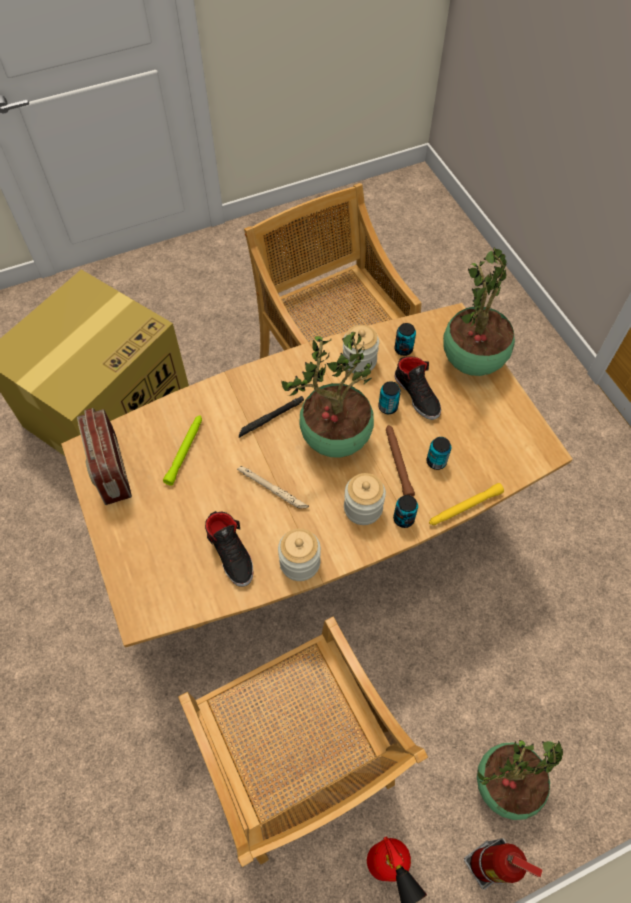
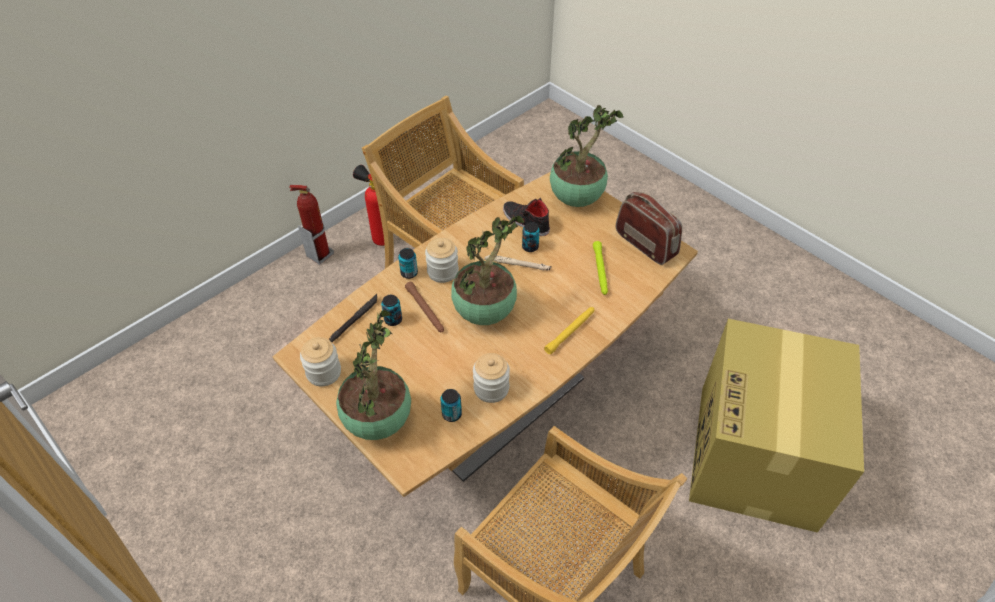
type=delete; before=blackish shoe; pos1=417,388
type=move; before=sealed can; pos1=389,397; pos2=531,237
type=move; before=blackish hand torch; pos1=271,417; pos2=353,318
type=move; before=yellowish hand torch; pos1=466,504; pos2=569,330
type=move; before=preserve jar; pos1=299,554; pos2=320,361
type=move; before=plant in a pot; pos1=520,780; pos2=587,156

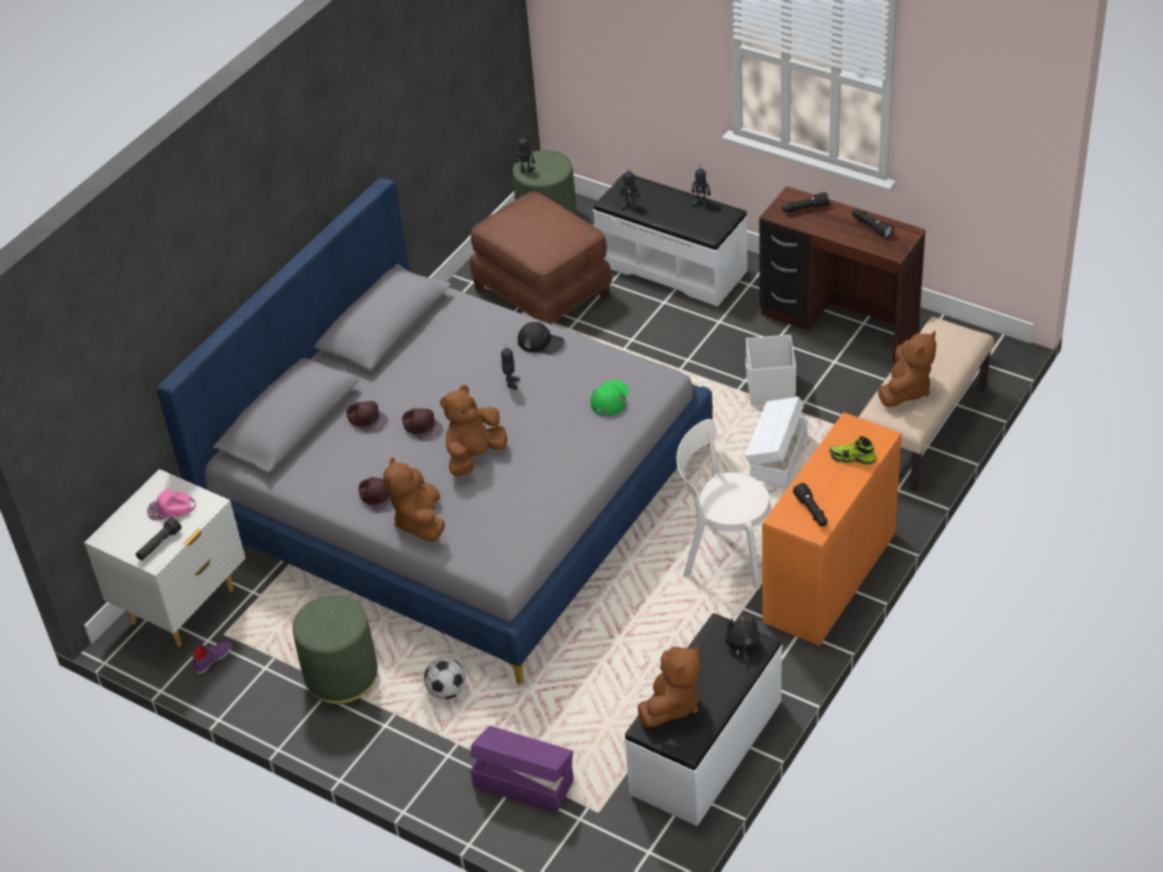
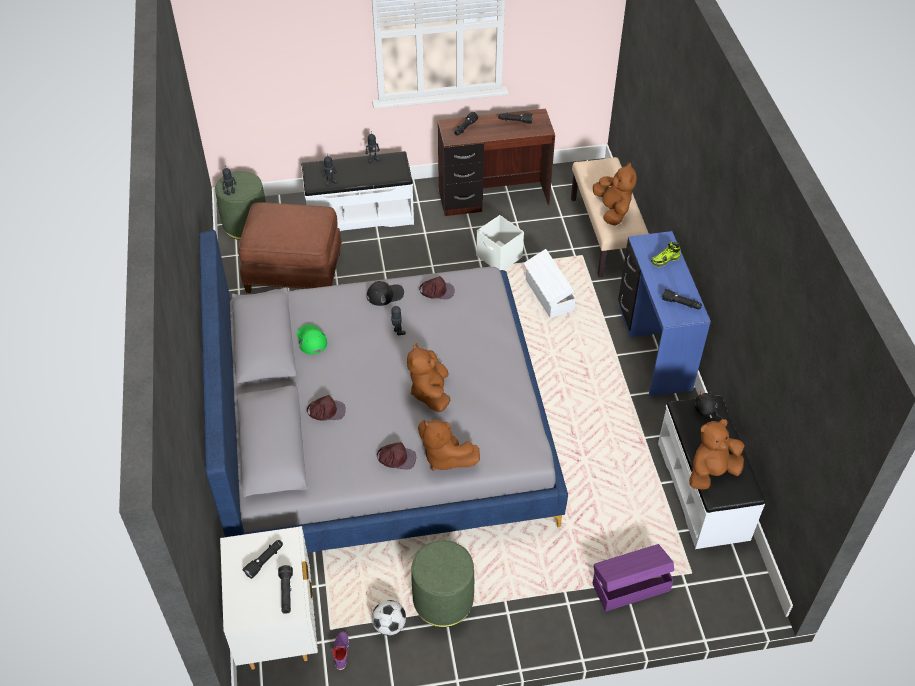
type=move; before=green peaked cap; pos1=610,398; pos2=312,339
type=move; before=brownish peaked cap; pos1=422,424; pos2=437,287
type=recolor; before=orangey desk table; after=blue desk table; pos1=832,529; pos2=664,314
type=delete; before=whitish chair; pos1=724,504
type=replace; before=pinkish peaked cap; after=blackish hand torch; pos1=171,504; pos2=263,559
type=rotate; before=brownish plush toy; pos1=669,686; pos2=716,454; turn=-105
type=move; before=football; pos1=445,678; pos2=389,618

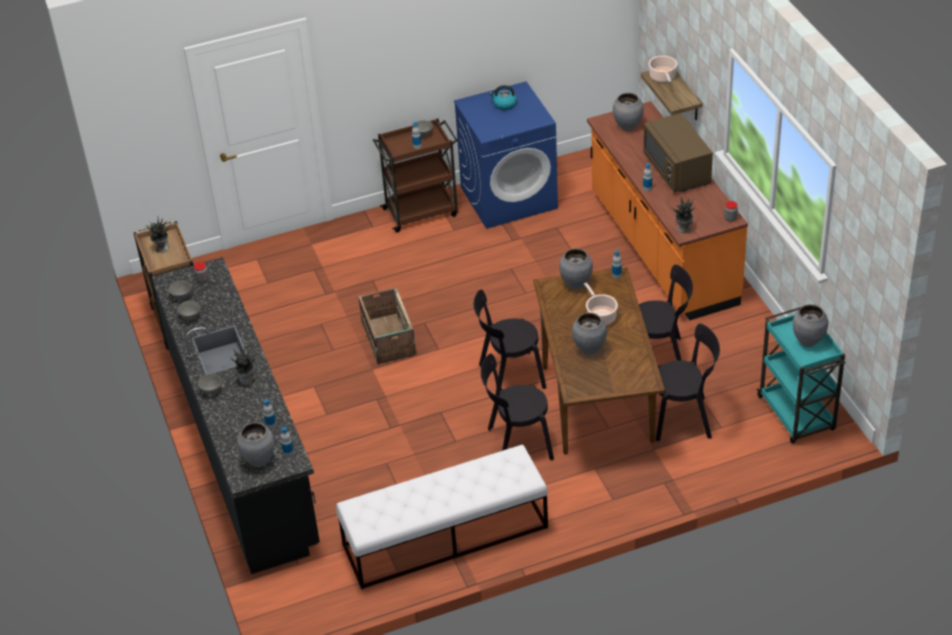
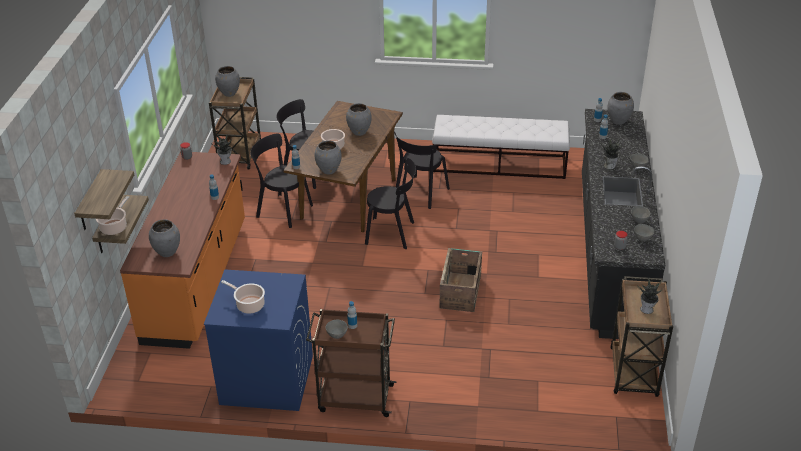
type=replace; before=water kettle; after=cooking pot; pos1=503,97; pos2=243,297
type=delete; before=brownish microwave; pos1=678,153
type=recolor; before=turquoise-coloured cart; after=brownish cart; pos1=801,375; pos2=235,123
type=rotate; before=blackish chair; pos1=517,407; pos2=422,170; turn=105
type=insert; after=shelf; pos2=104,199

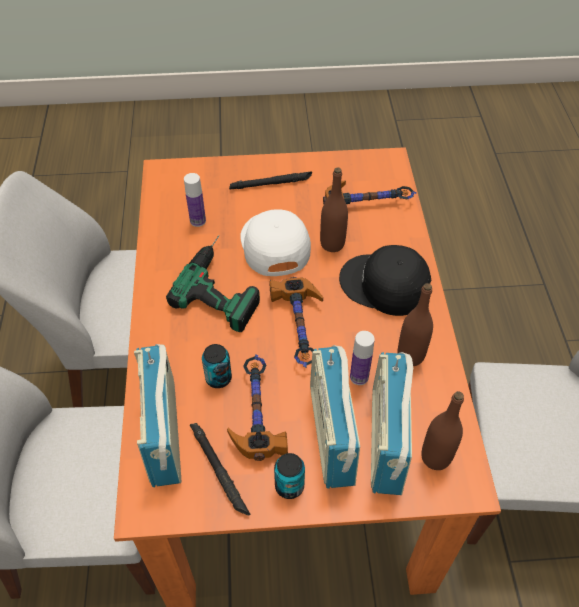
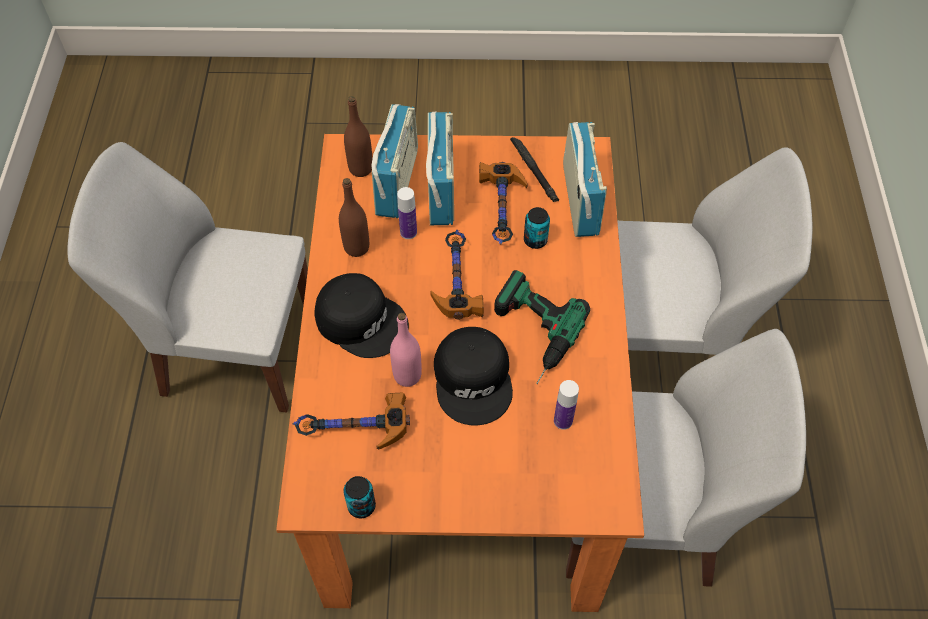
type=recolor; before=brownish drink bottle; after=pinkish drink bottle; pos1=334,209; pos2=406,350
type=delete; before=blackish hand torch; pos1=270,180
type=recolor; before=whitish peaked cap; after=blackish peaked cap; pos1=275,242; pos2=473,376
type=move; before=sealed can; pos1=289,476; pos2=359,497

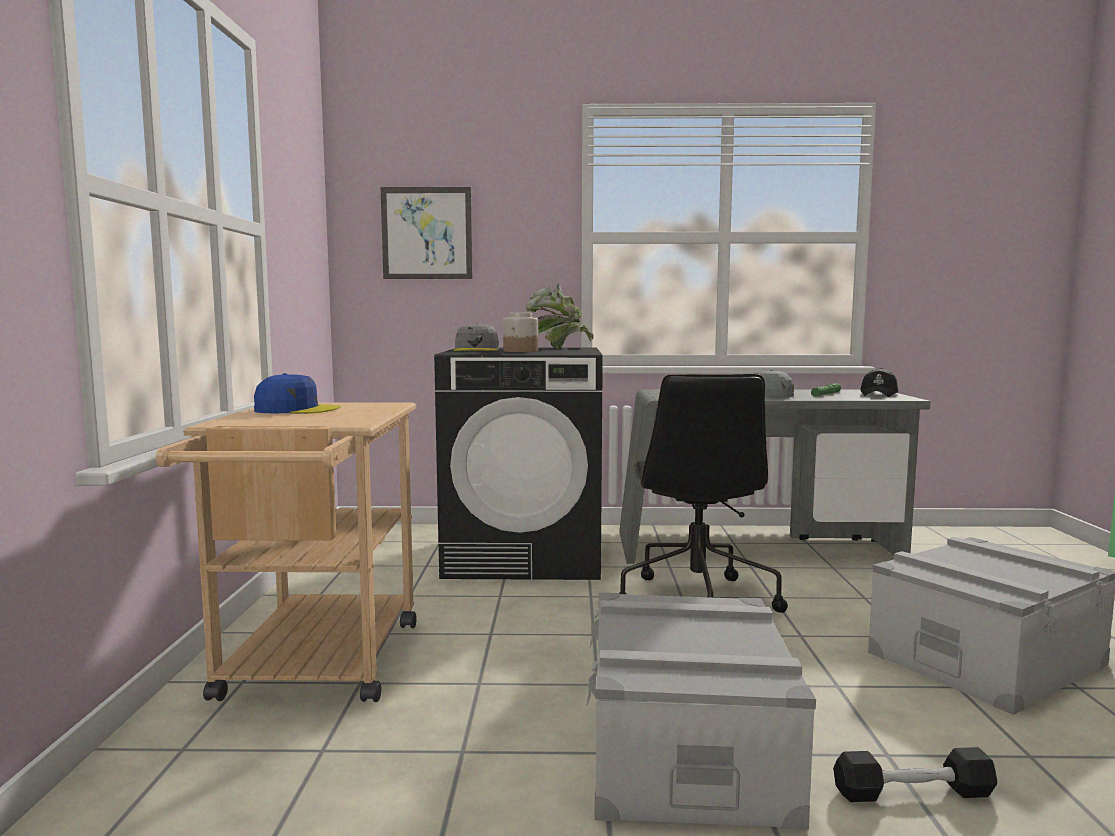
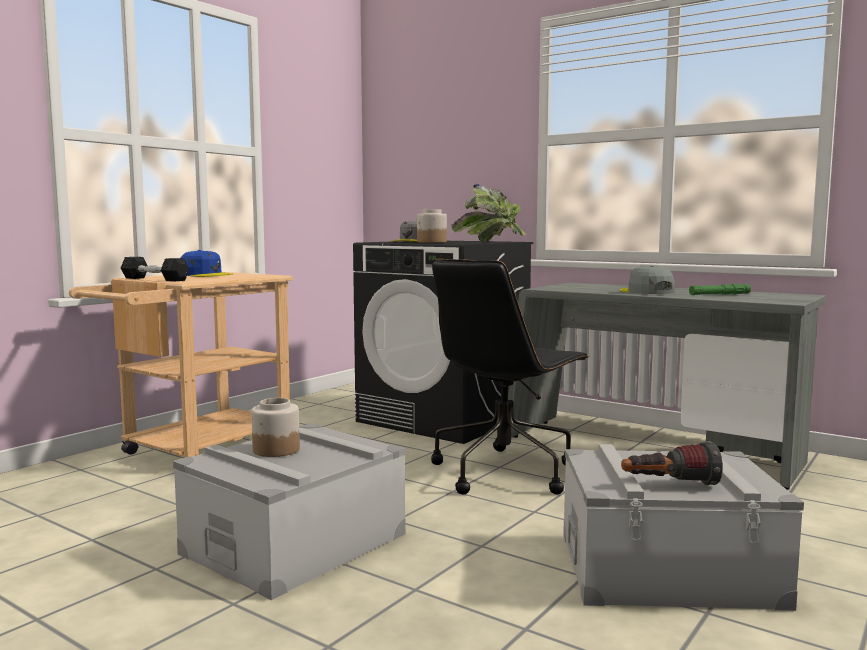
type=delete; before=wall picture; pos1=426,233
type=delete; before=blackish peaked cap; pos1=879,382
type=move; before=blackish dumbbell; pos1=915,774; pos2=155,269
type=insert; after=preserve jar; pos2=275,427
type=insert; after=hand torch; pos2=672,463

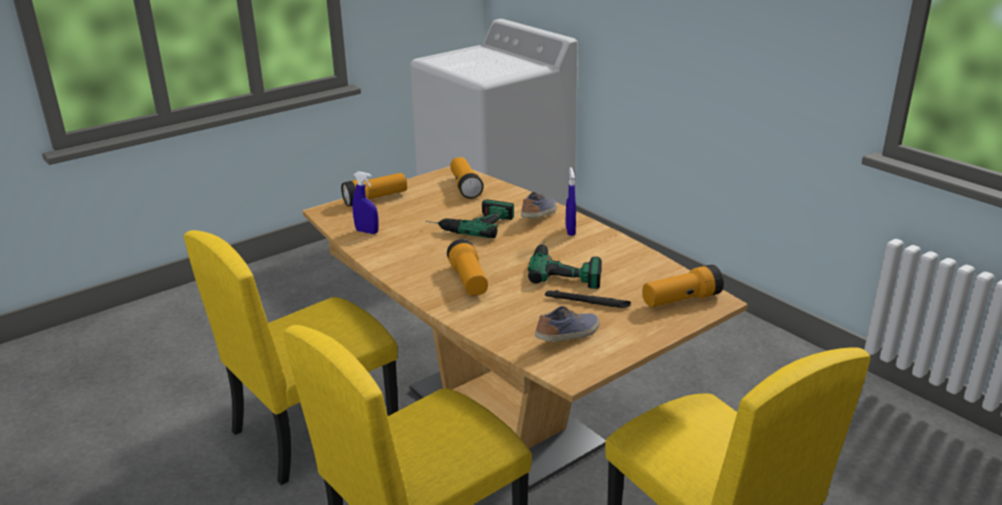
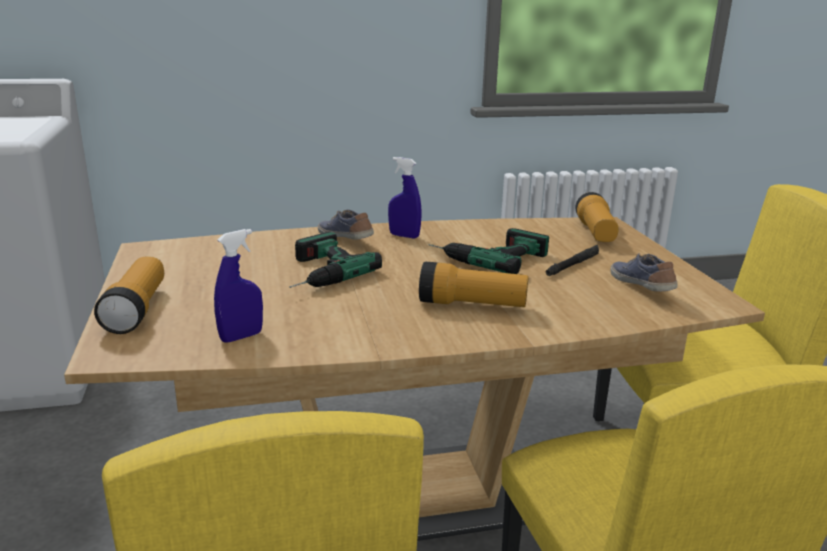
type=delete; before=hand torch; pos1=467,178

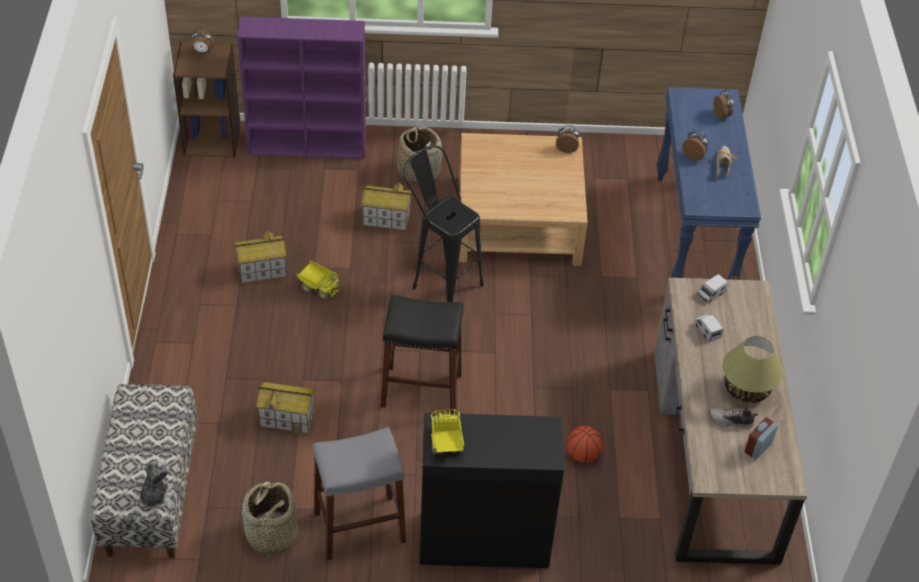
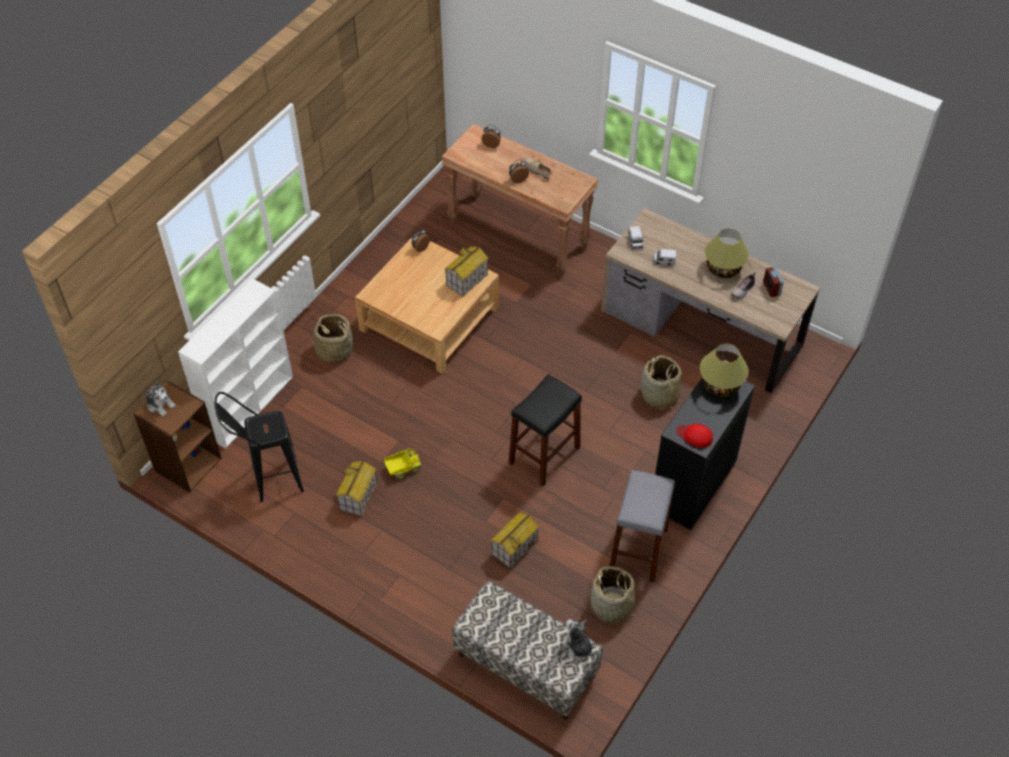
type=recolor; before=purple bookcase; after=whitish bookcase; pos1=301,87; pos2=235,363
type=replace; before=bedside clock; after=plush toy; pos1=202,41; pos2=159,399
type=recolor; before=blue narrow table; after=brownish narrow table; pos1=708,183; pos2=519,199
type=move; before=blackish sitting stool; pos1=443,223; pos2=259,447
type=move; before=model house; pos1=386,207; pos2=466,271
type=replace; before=toy lorry; after=reddish peaked cap; pos1=447,431; pos2=695,436
type=replace; before=basketball ball; after=storage basket; pos1=584,444; pos2=661,381
type=insert; after=tabletop lamp; pos2=724,370

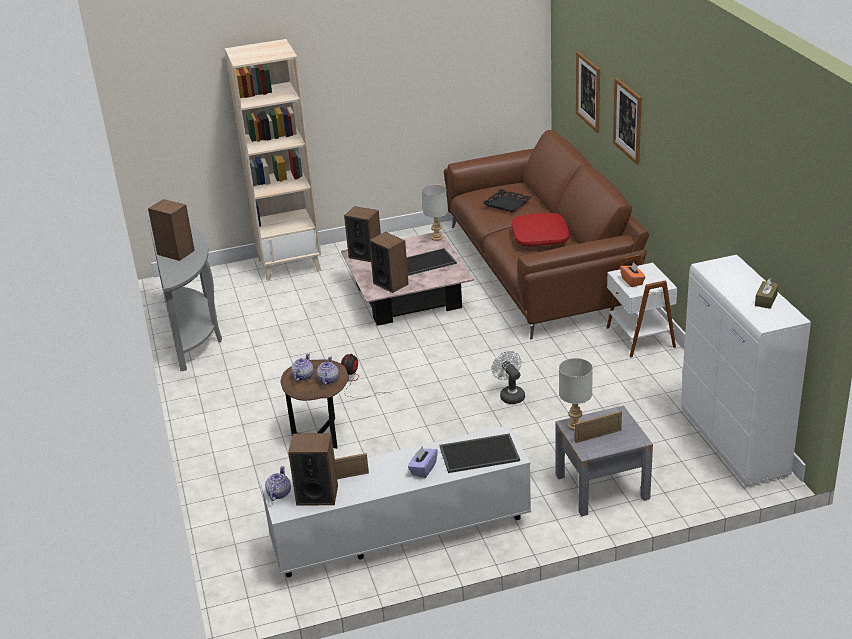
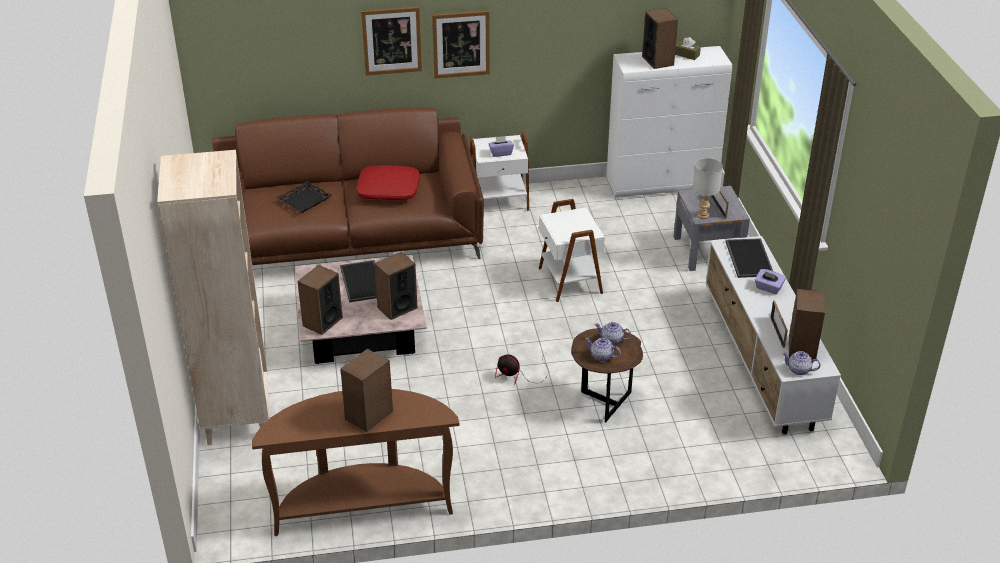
type=move; before=wall picture; pos1=588,92; pos2=461,44
type=delete; before=gray tabletop lamp; pos1=435,212
type=recolor; before=gray narrow table; after=brownish narrow table; pos1=185,294; pos2=355,462
type=recolor; before=orangey tissue holder; after=purple tissue holder; pos1=632,274; pos2=501,146
type=replace; before=whitish electric fan; after=whitish end table; pos1=508,377; pos2=572,250
type=insert; after=speaker; pos2=660,38

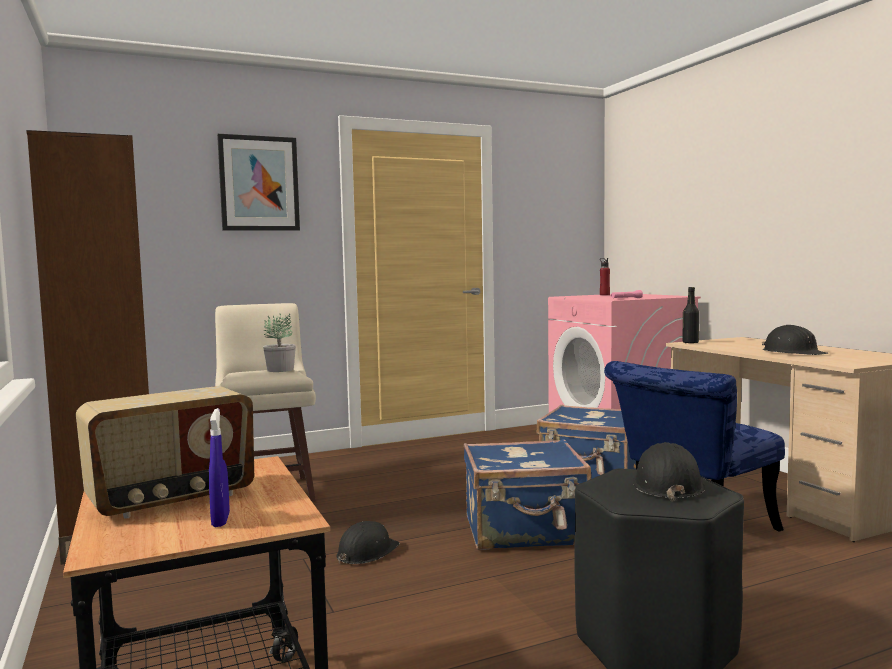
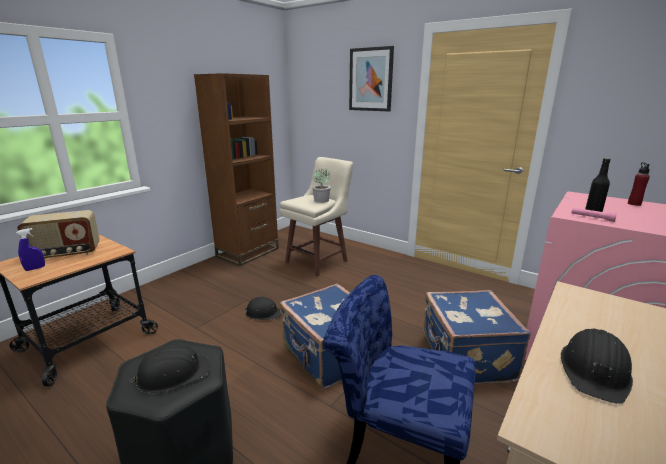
type=move; before=blackish drink bottle; pos1=690,315; pos2=598,185
type=rotate; before=radio; pos1=165,452; pos2=58,234; turn=-45

